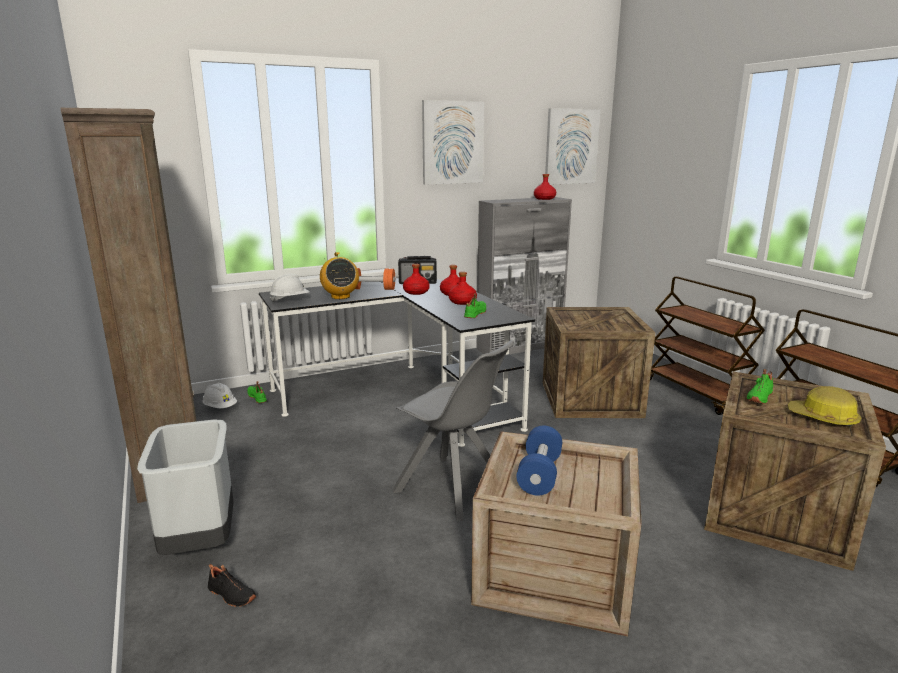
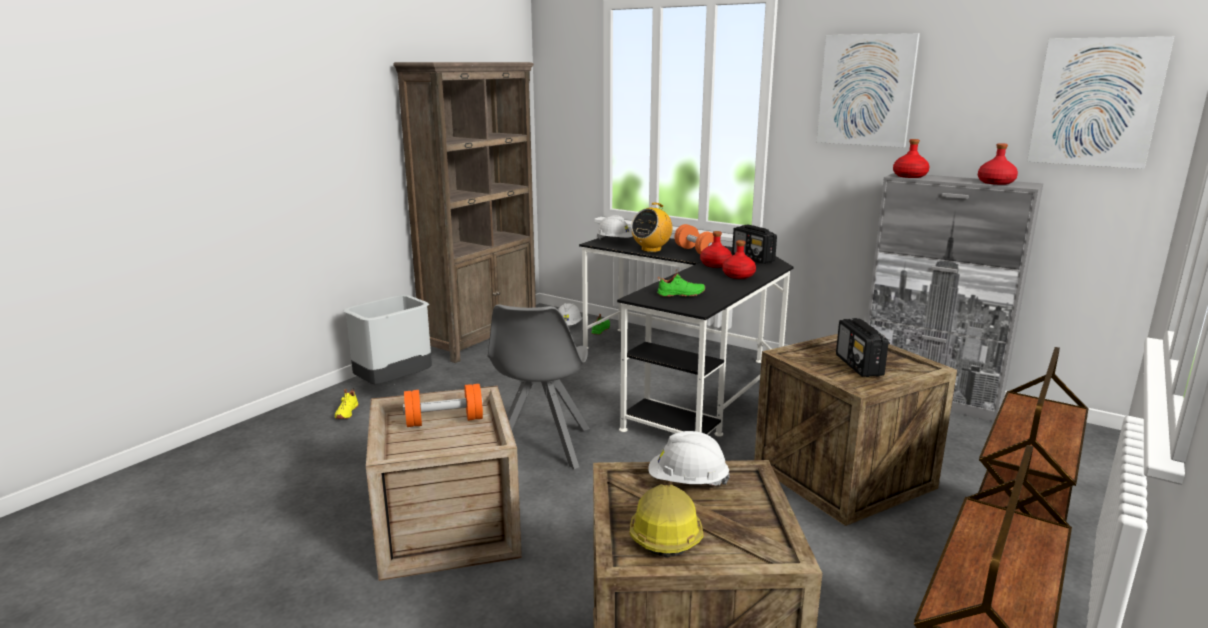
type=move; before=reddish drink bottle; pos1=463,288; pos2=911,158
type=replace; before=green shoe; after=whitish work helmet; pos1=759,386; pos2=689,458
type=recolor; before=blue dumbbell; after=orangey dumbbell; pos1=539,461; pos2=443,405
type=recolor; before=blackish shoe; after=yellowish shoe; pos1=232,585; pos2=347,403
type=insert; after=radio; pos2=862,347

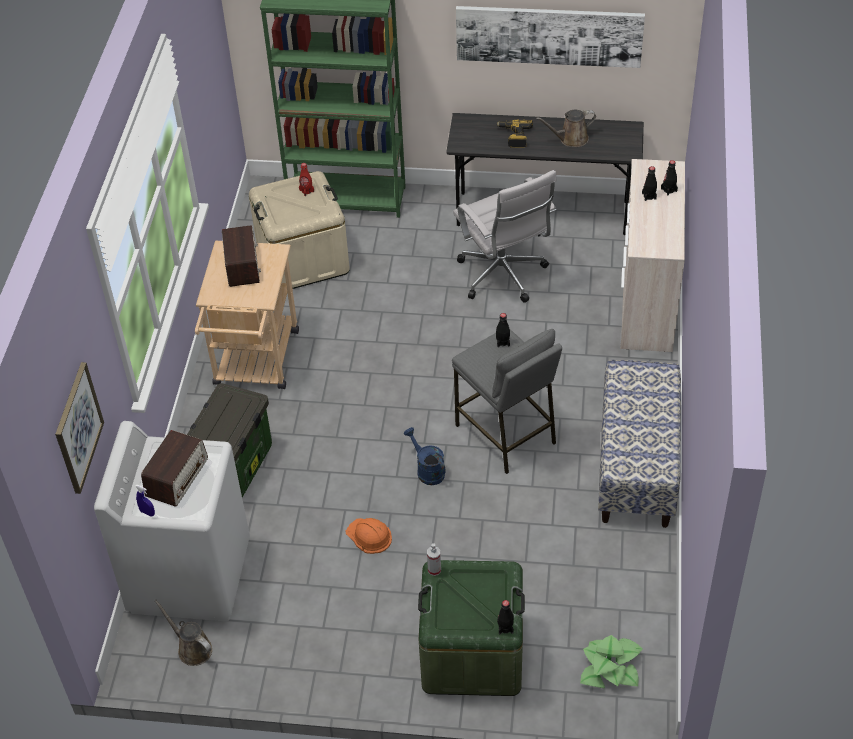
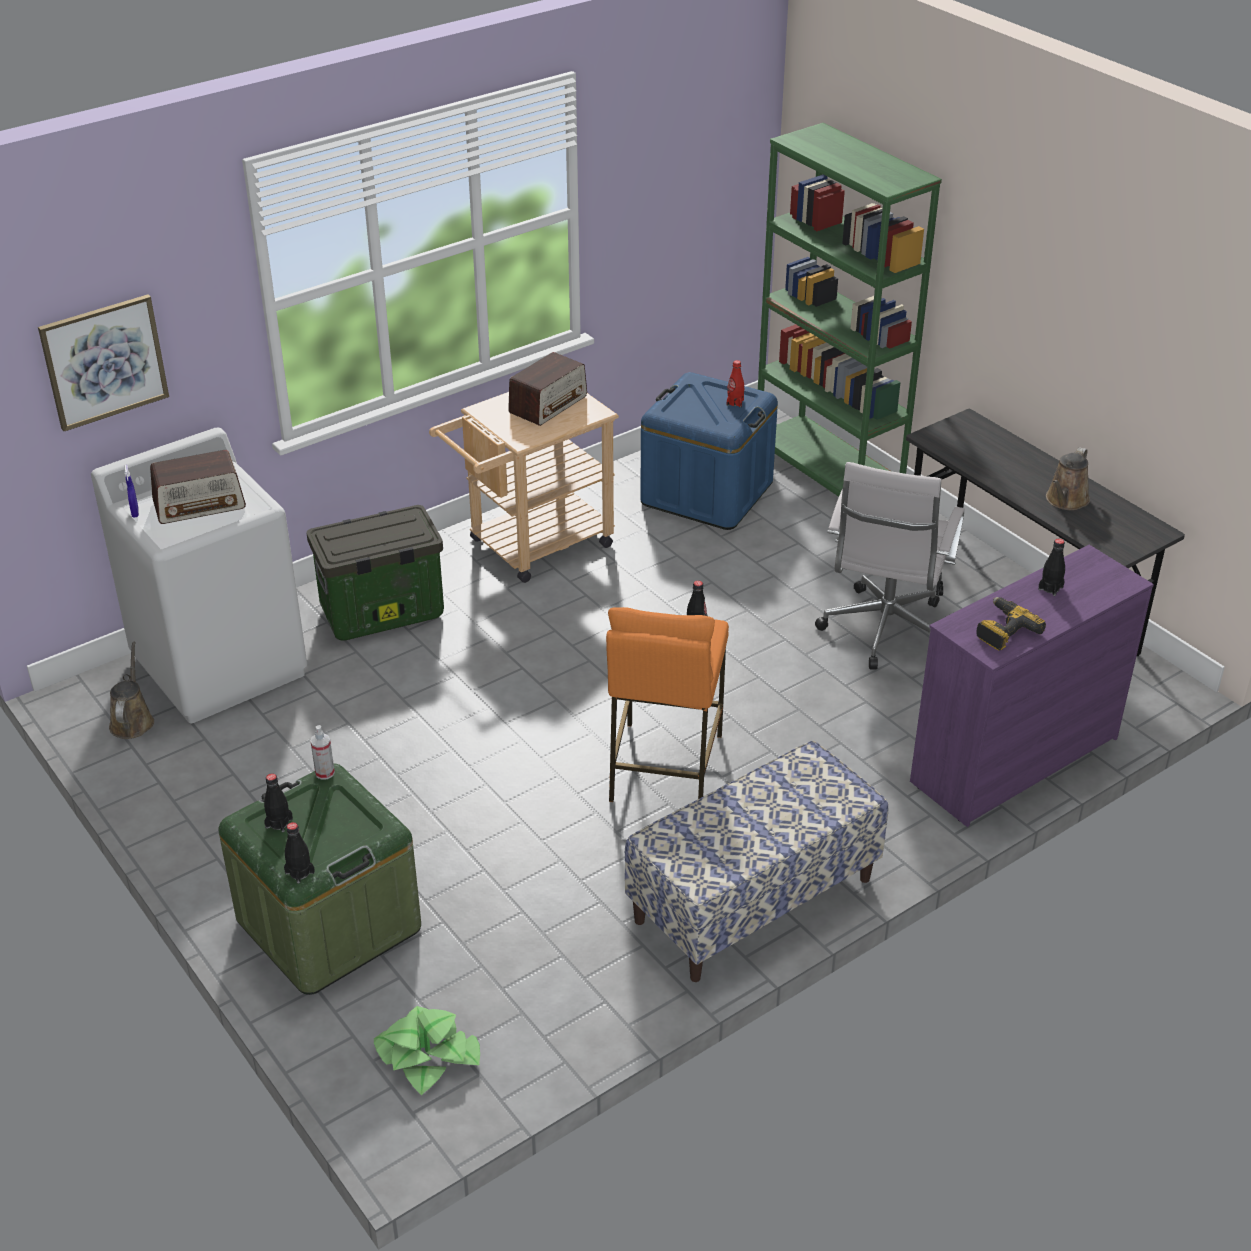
type=delete; before=wall picture; pos1=550,37
type=rotate; before=brownish sprinkling can; pos1=566,128; pos2=1068,478; turn=-90
type=move; before=electric drill; pos1=514,134; pos2=1011,624
type=recolor; before=sand-coloured drawer chest; after=purple drawer chest; pos1=652,255; pos2=1032,686
type=move; before=blackish drink bottle; pos1=669,177; pos2=278,802
type=recolor; before=sand-coloured storage box; after=blue storage box; pos1=299,230; pos2=709,451
type=recolor; before=gray sitting stool; after=orangey sitting stool; pos1=507,401; pos2=667,704
type=delete; before=blue sprinkling can; pos1=425,456
type=delete; before=orangey work helmet; pos1=369,536

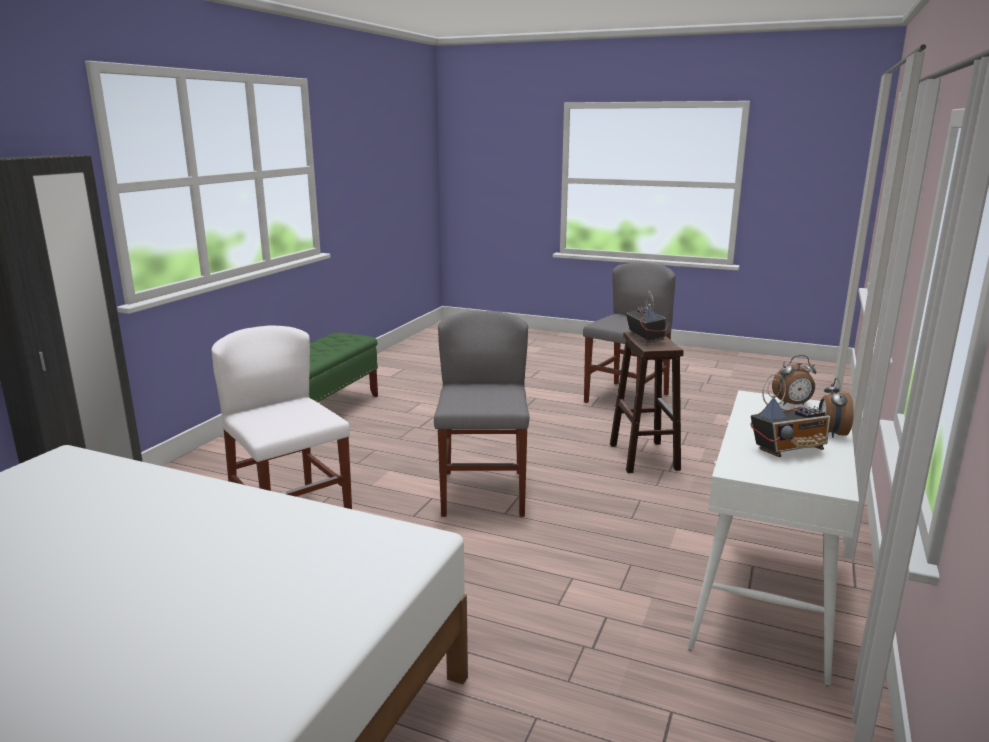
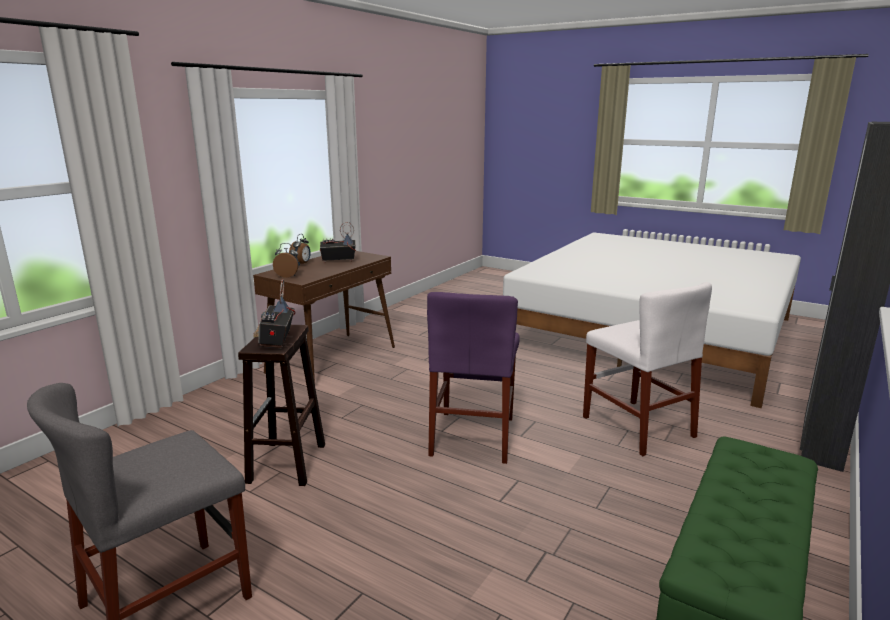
type=recolor; before=gray chair; after=purple chair; pos1=481,414; pos2=473,378
type=recolor; before=whitish narrow table; after=brownish narrow table; pos1=773,538; pos2=324,317

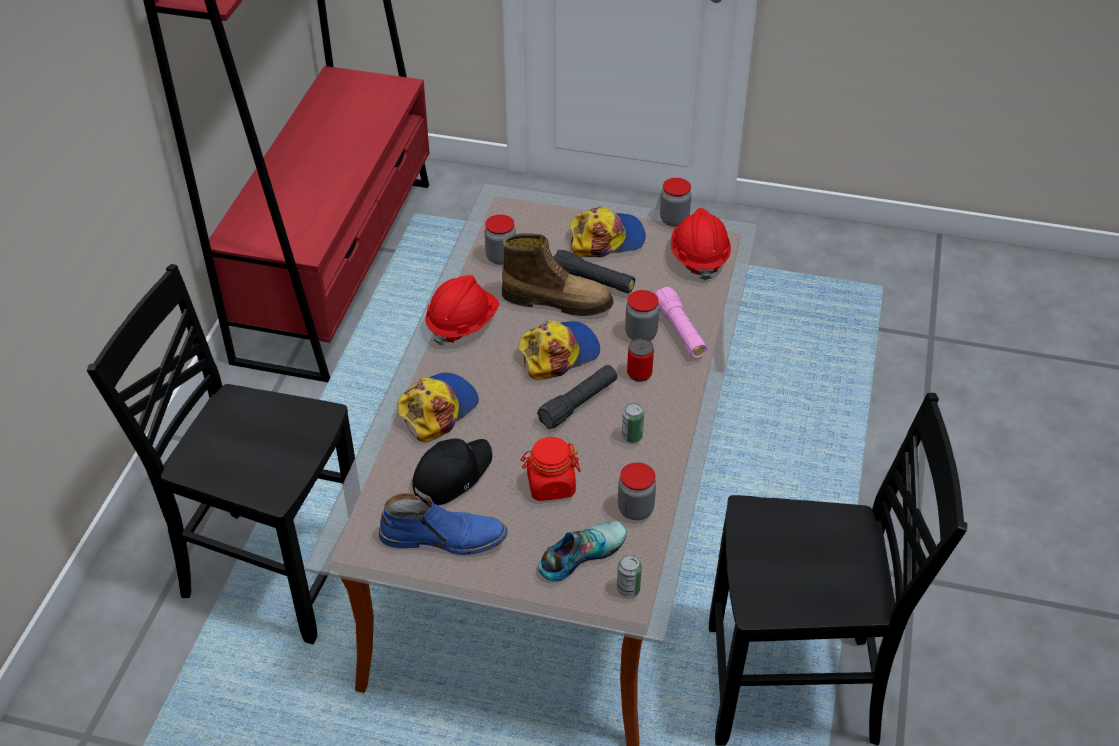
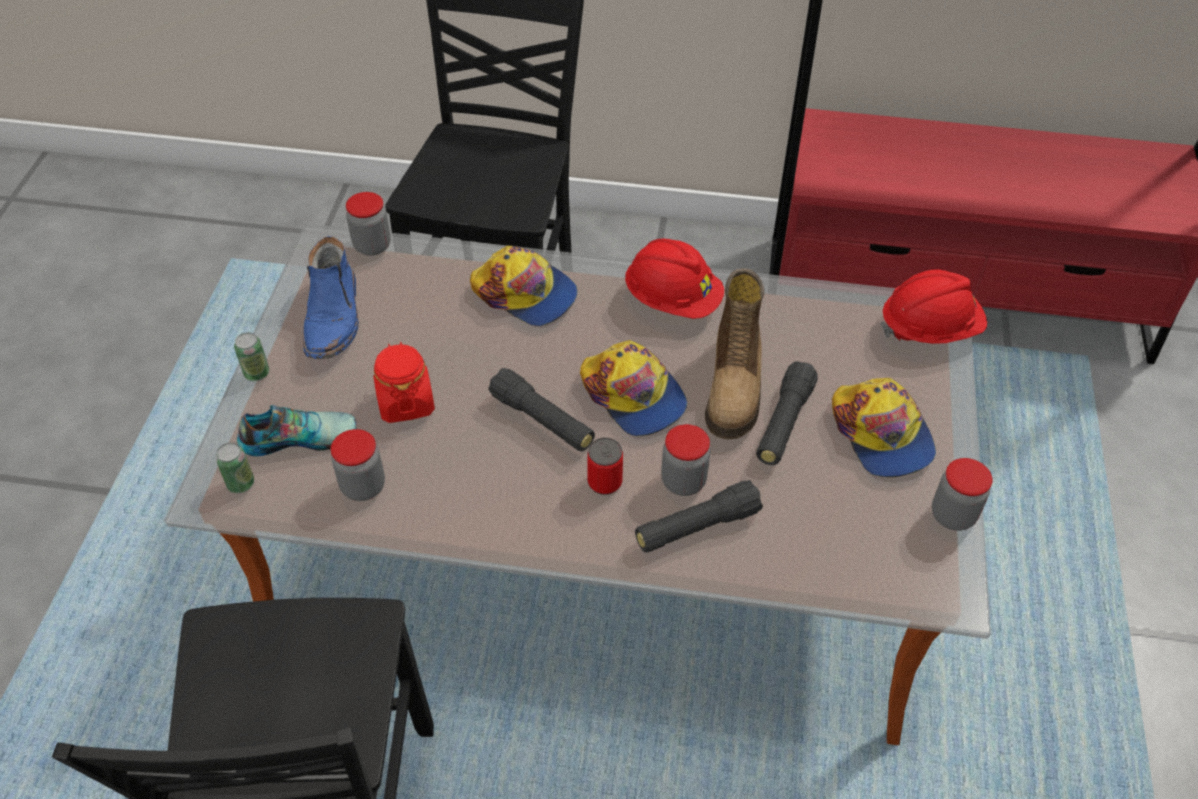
type=move; before=reddish work helmet; pos1=701,244; pos2=934,307
type=move; before=preserve jar; pos1=500,239; pos2=368,224
type=recolor; before=pinkish hand torch; after=blackish hand torch; pos1=681,322; pos2=699,516
type=move; before=sealed can; pos1=633,423; pos2=251,356
type=delete; before=blackish peaked cap; pos1=452,471
type=rotate; before=shoe; pos1=582,551; pos2=296,430; turn=-60

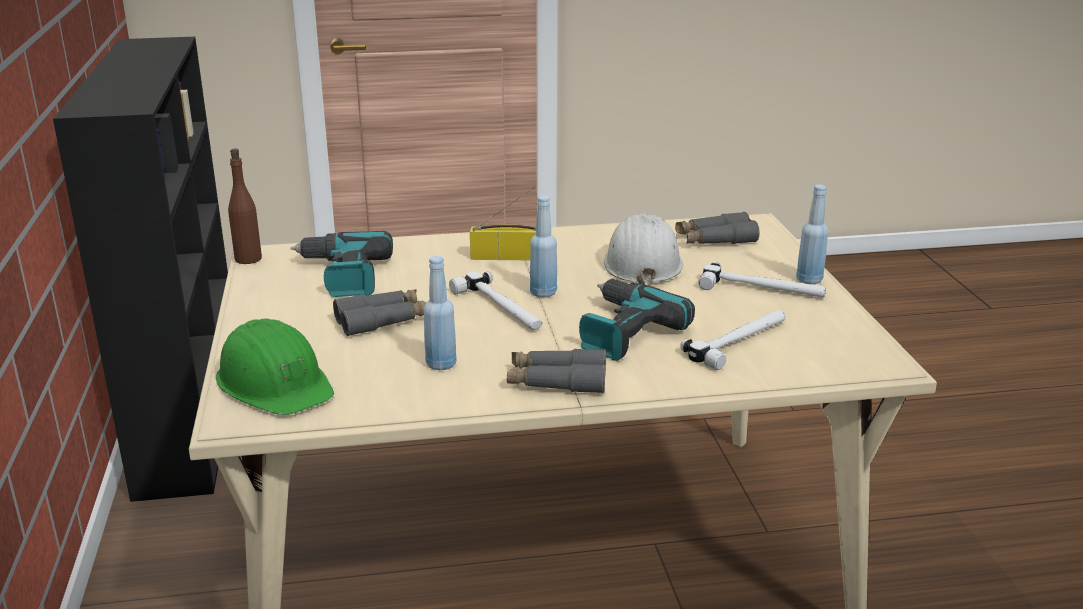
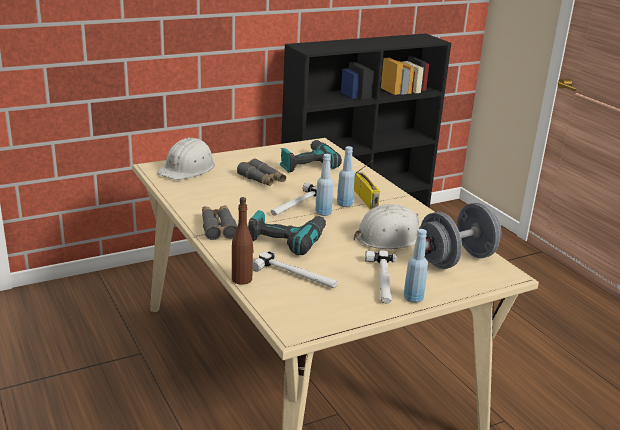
type=move; before=brownish drink bottle; pos1=245,206; pos2=243,240
type=replace; before=gray binoculars; after=gray dumbbell; pos1=717,228; pos2=460,236
type=move; before=blue drink bottle; pos1=440,313; pos2=346,176
type=recolor; before=green work helmet; after=whitish work helmet; pos1=275,367; pos2=186,158

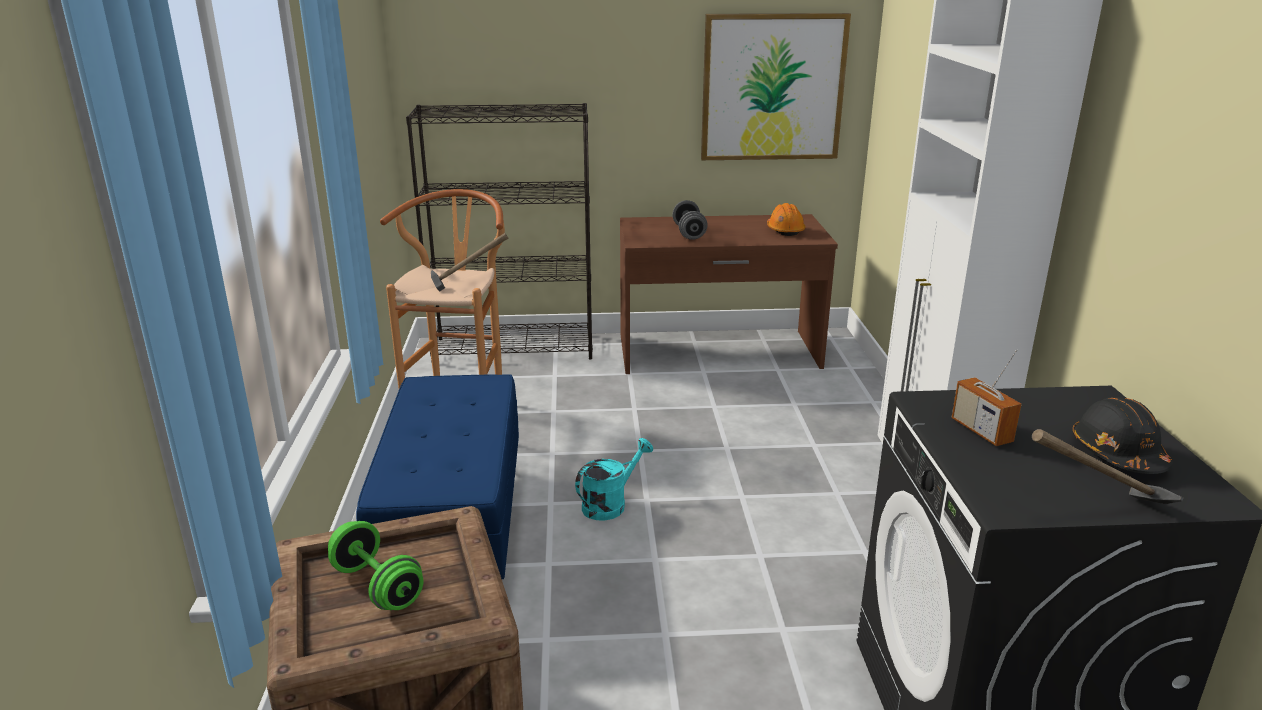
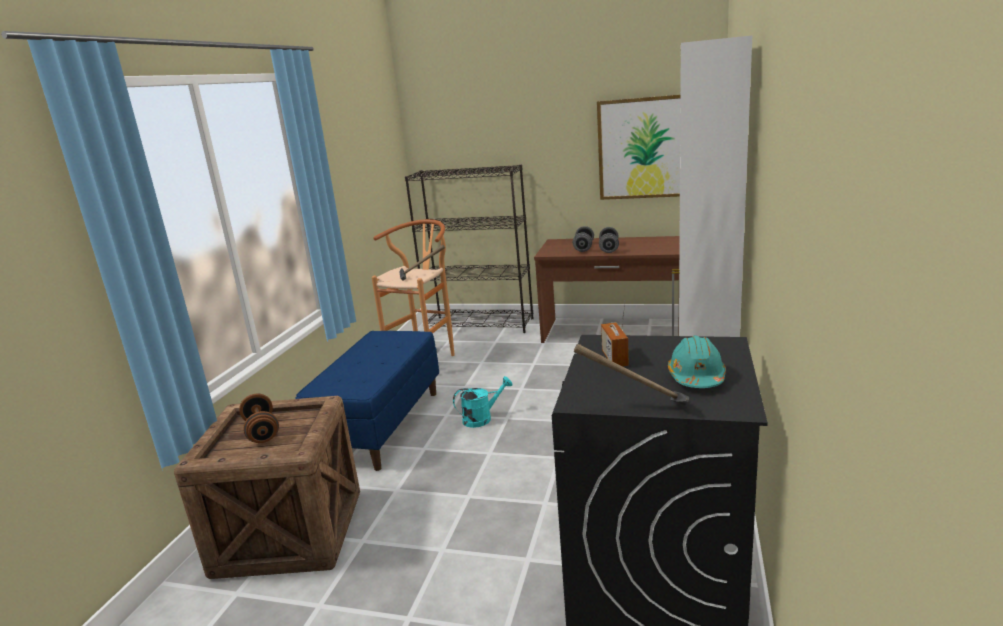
type=delete; before=orangey work helmet; pos1=786,219
type=recolor; before=blackish work helmet; after=turquoise-coloured work helmet; pos1=1122,435; pos2=697,361
type=recolor; before=green dumbbell; after=brownish dumbbell; pos1=375,565; pos2=259,418
type=insert; after=gray dumbbell; pos2=609,240

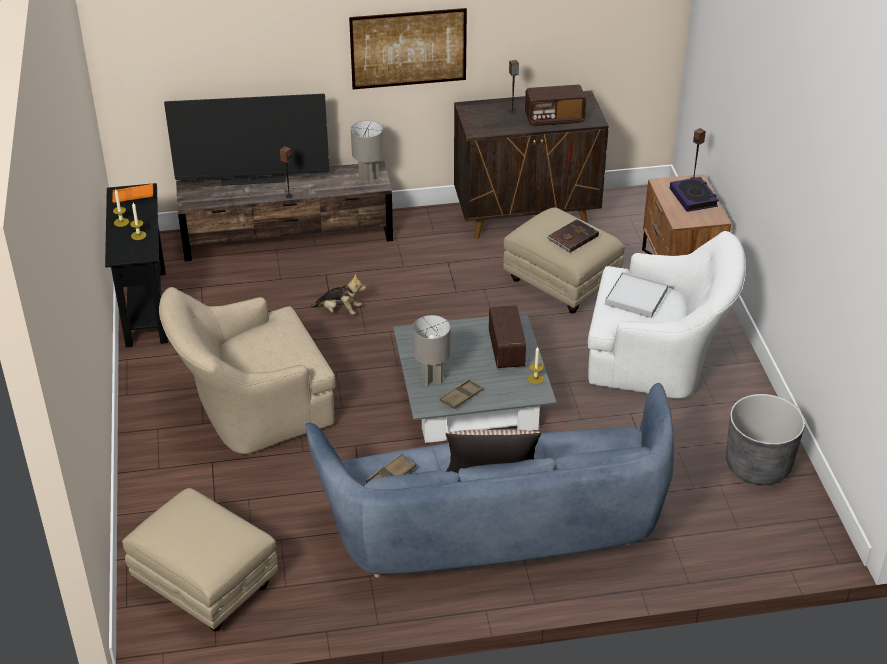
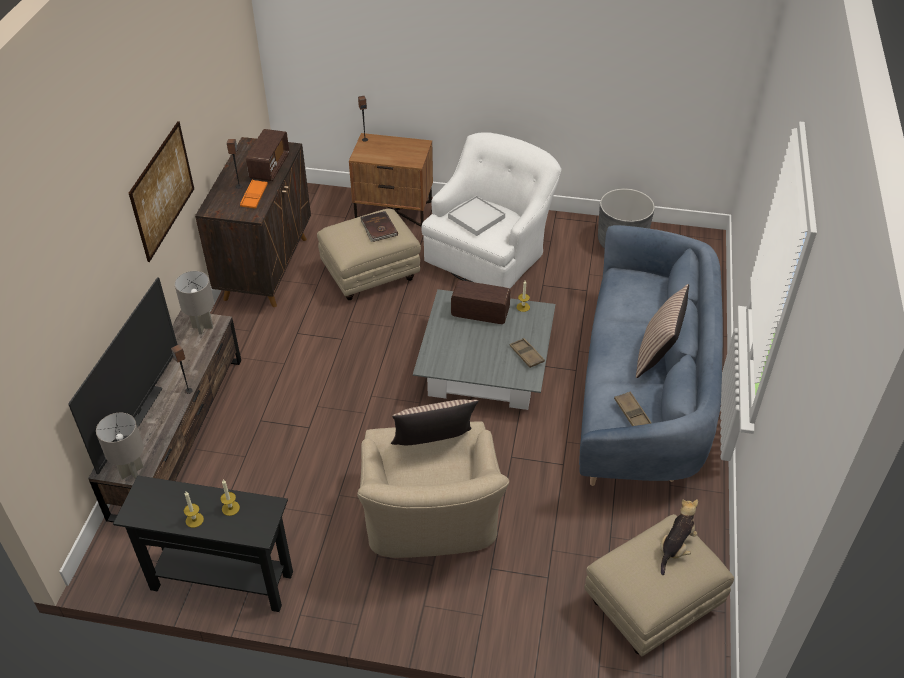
type=delete; before=volume; pos1=694,194
type=move; before=orangey carrying tray; pos1=132,193; pos2=254,194
type=move; before=plush toy; pos1=338,294; pos2=679,537
type=move; before=gray tabletop lamp; pos1=432,351; pos2=120,446
type=insert; after=throw pillow; pos2=434,422

